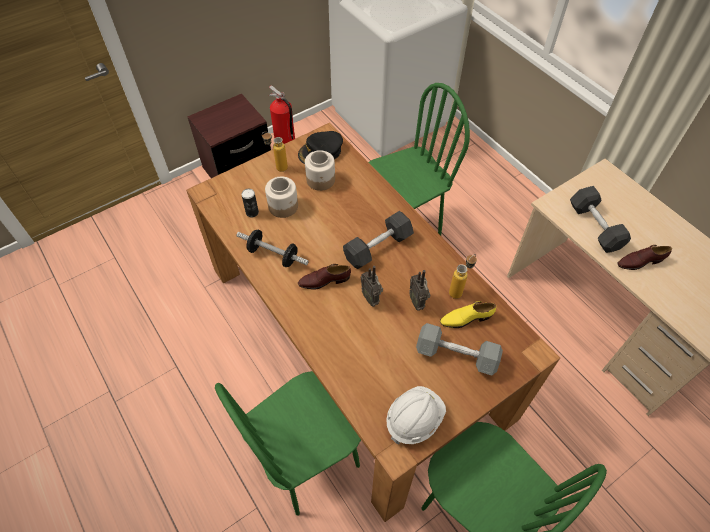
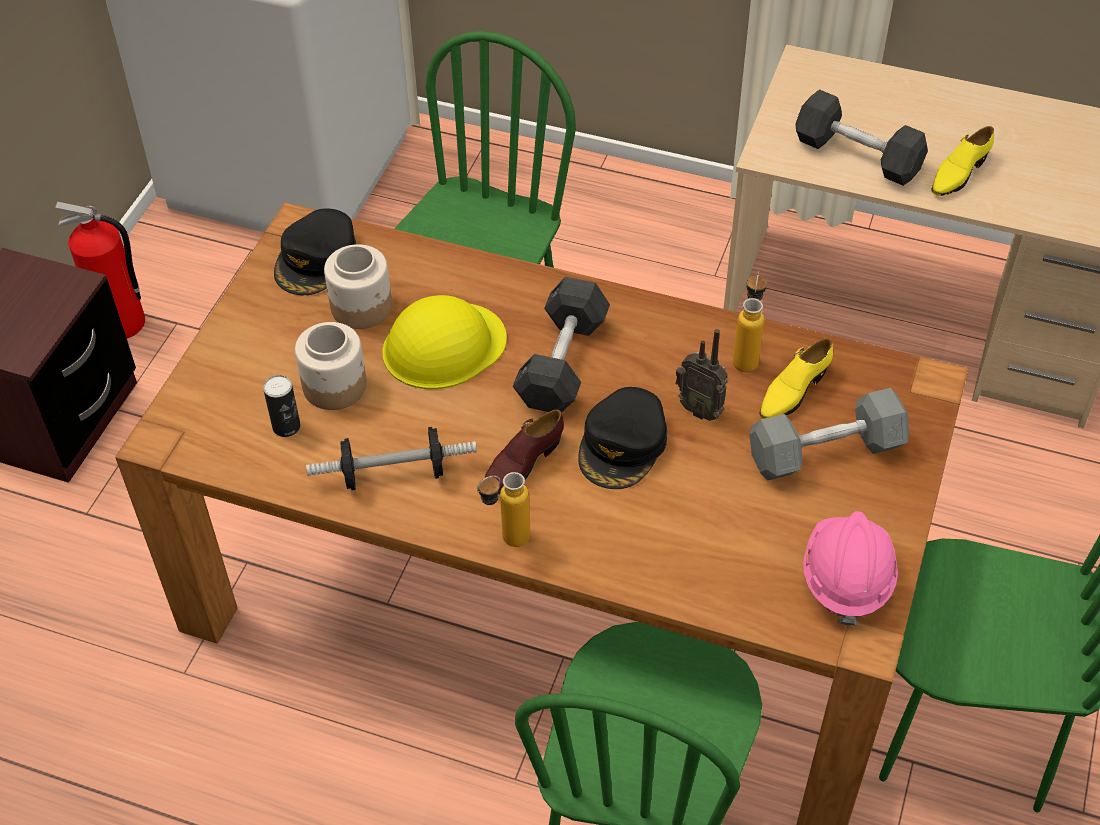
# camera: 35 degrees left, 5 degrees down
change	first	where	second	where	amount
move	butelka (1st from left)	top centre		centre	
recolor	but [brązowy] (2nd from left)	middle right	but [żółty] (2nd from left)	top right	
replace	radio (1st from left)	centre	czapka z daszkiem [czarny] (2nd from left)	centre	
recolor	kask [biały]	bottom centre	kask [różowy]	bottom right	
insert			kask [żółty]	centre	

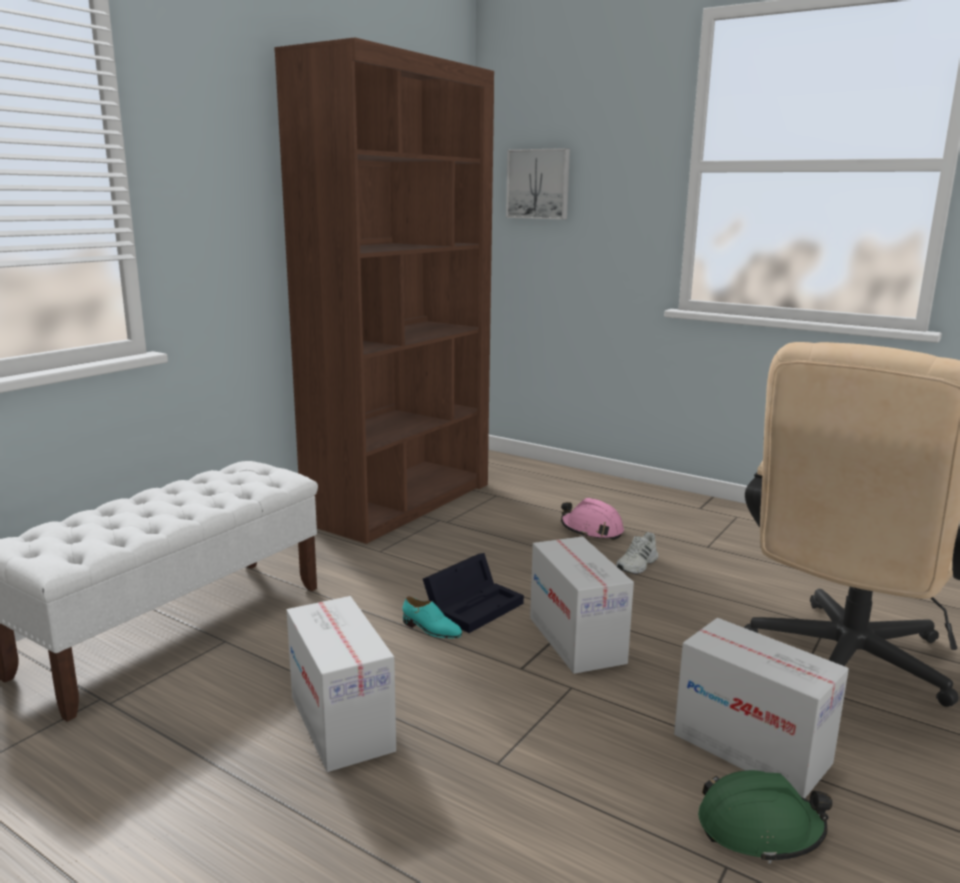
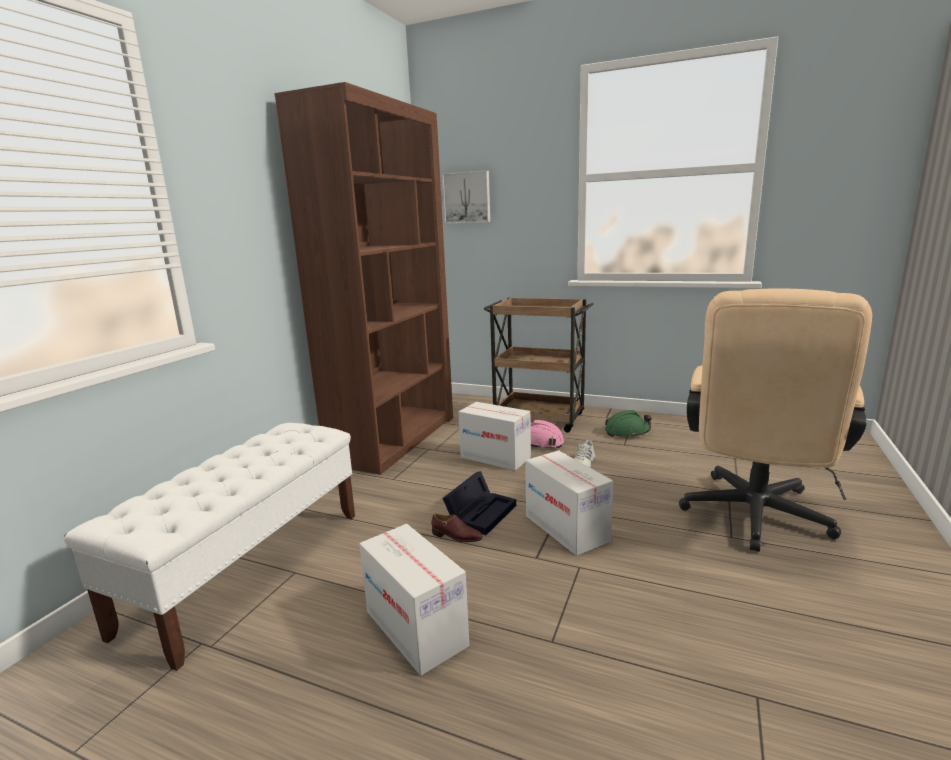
# camera: 10 degrees left, 0 degrees up
change	first	where	second	where	amount
recolor	but [turkusowy]	bottom centre	but [brązowy]	bottom centre	
move	karton (3rd from left in the first image)	bottom right	karton (2nd from left)	centre	
move	kask [zielony]	bottom right		centre	
insert			wózek [brązowy]	centre	

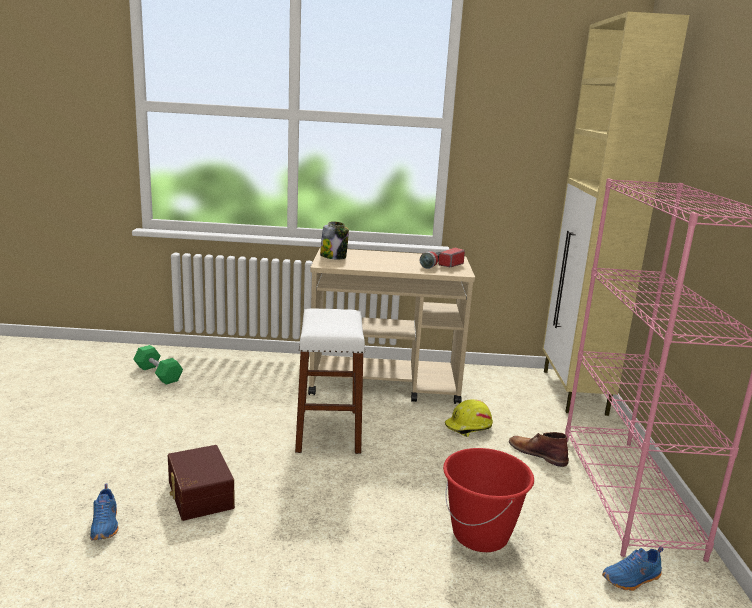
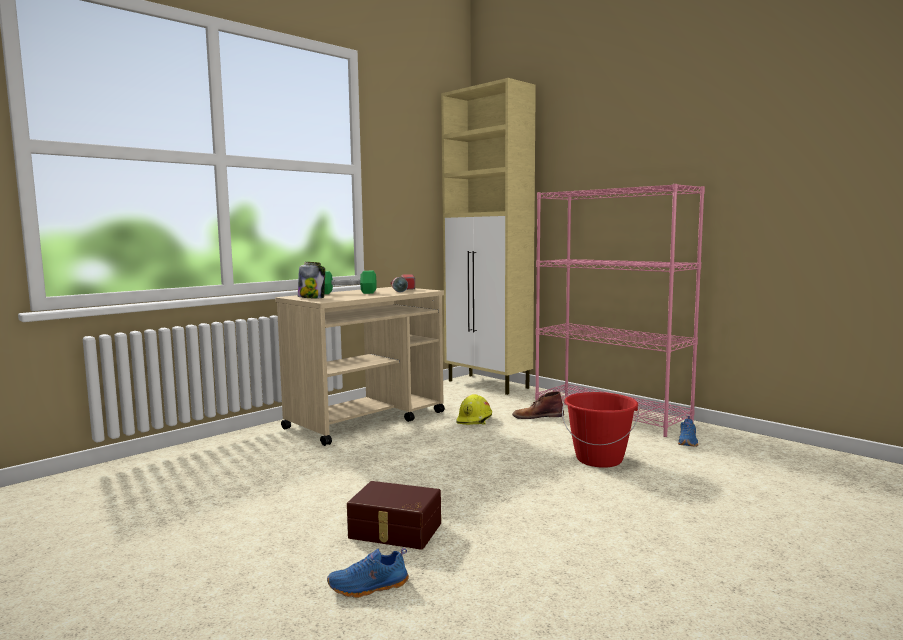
# camera: 45 degrees left, 10 degrees down
change	first	where	second	where	amount
delete	stołek [biały]	centre			
move	hantel [zielony]	middle left		centre	
rotate	but [niebieski] (1st from left)	bottom left		bottom centre	135 degrees clockwise

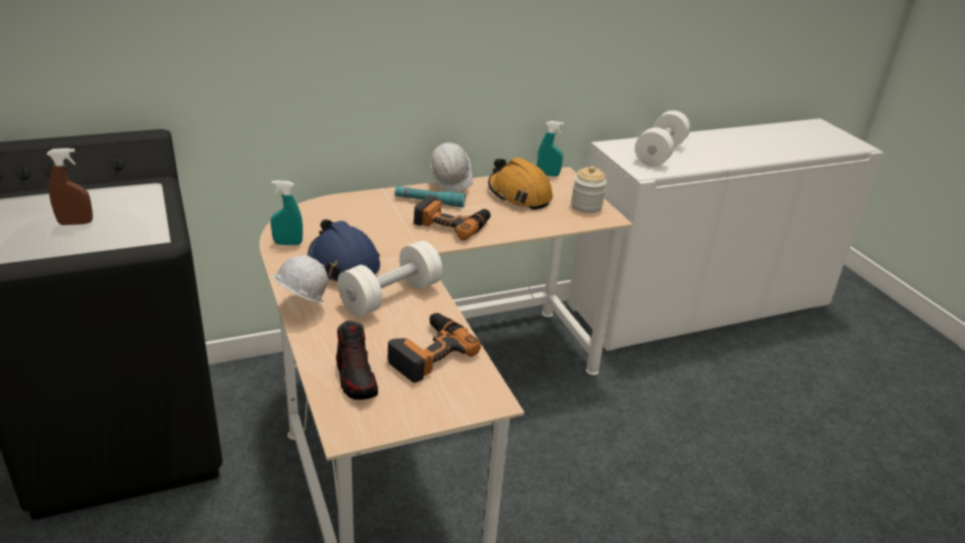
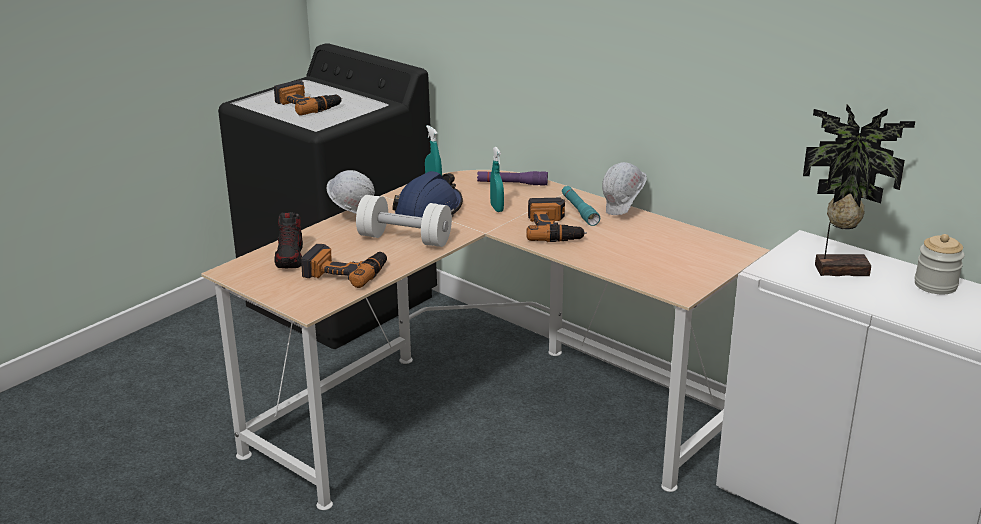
# camera: 65 degrees right, 5 degrees down
change	first	where	second	where	amount
replace	hantel [biały] (2nd from left)	top right	roślina doniczkowa	middle right	
move	spryskiwacz [turkusowy] (2nd from left)	top centre		centre	
replace	spryskiwacz [brązowy]	middle left	wiertarka (1st from left)	top left	
delete	kask [pomarańczowy]	centre			
move	słoik	centre		middle right	
rotate	but	centre		middle left	45 degrees counterclockwise
insert			latarka [fioletowy]	centre	

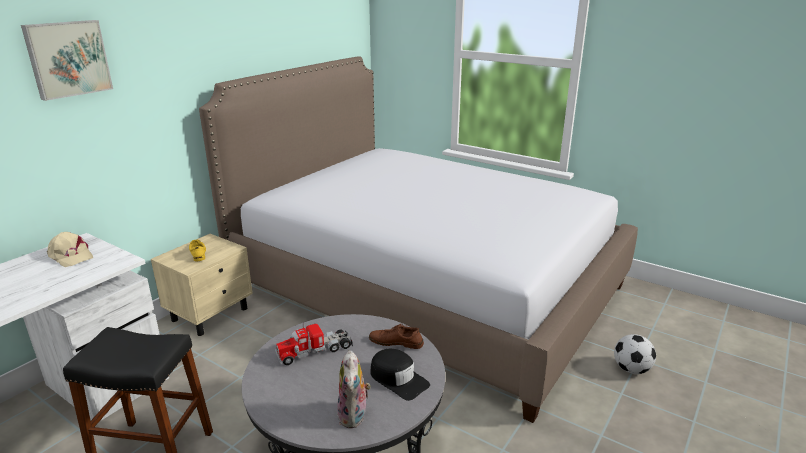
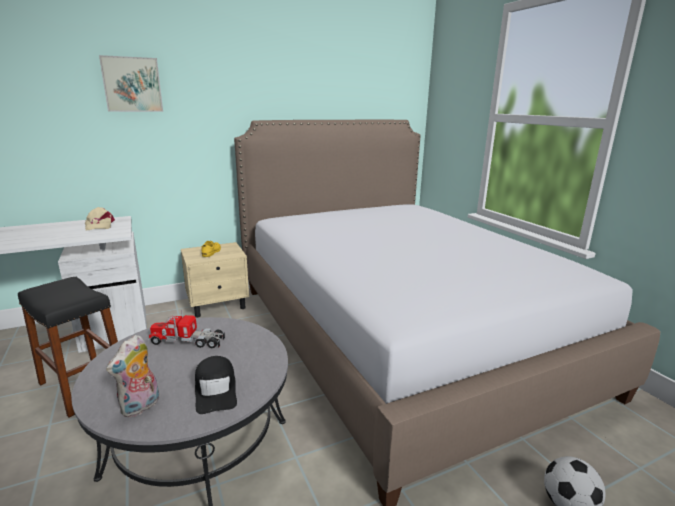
# camera: 30 degrees right, 5 degrees down
change	first	where	second	where	amount
delete	but [brązowy]	bottom centre			

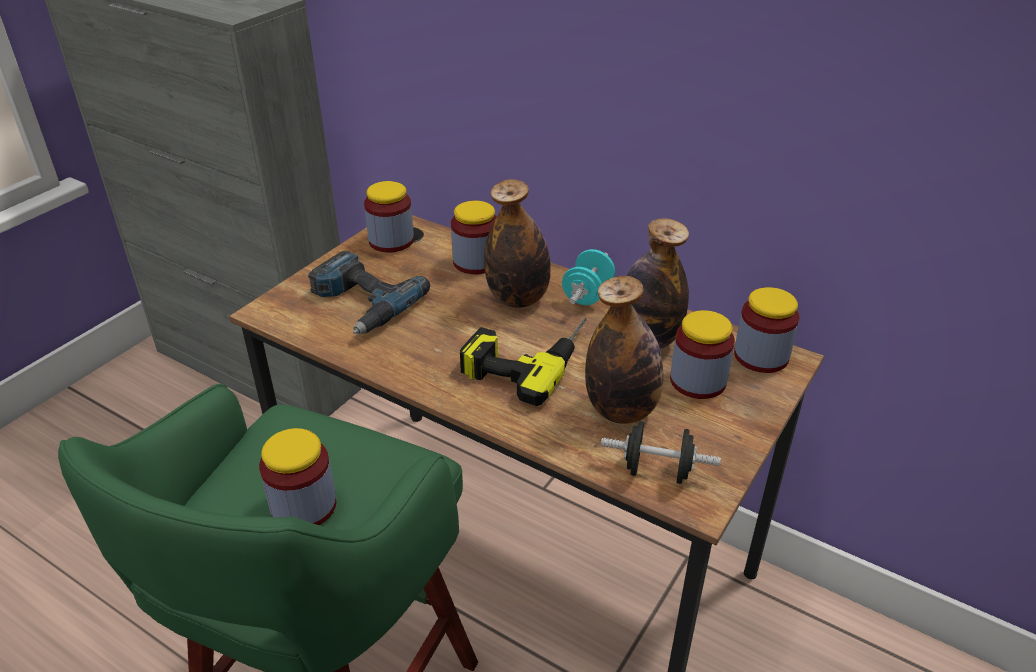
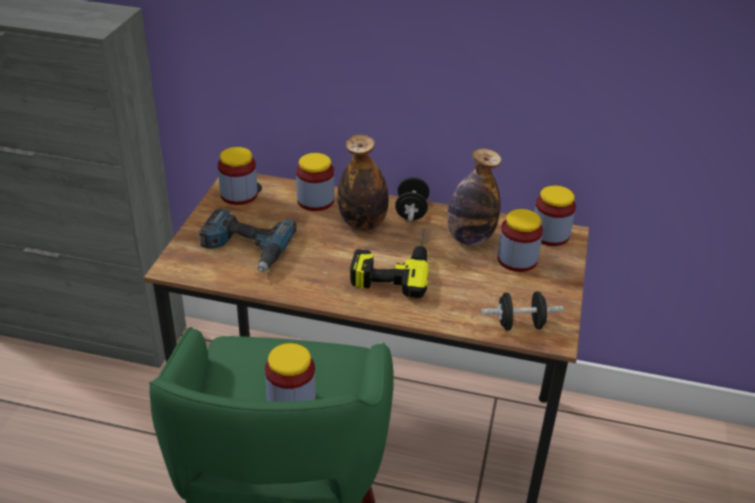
# camera: 20 degrees left, 0 degrees up
change	first	where	second	where	amount
recolor	hantel [turkusowy]	centre	hantel [czarny] (1st from left)	centre	
delete	butelka (2nd from left)	centre			

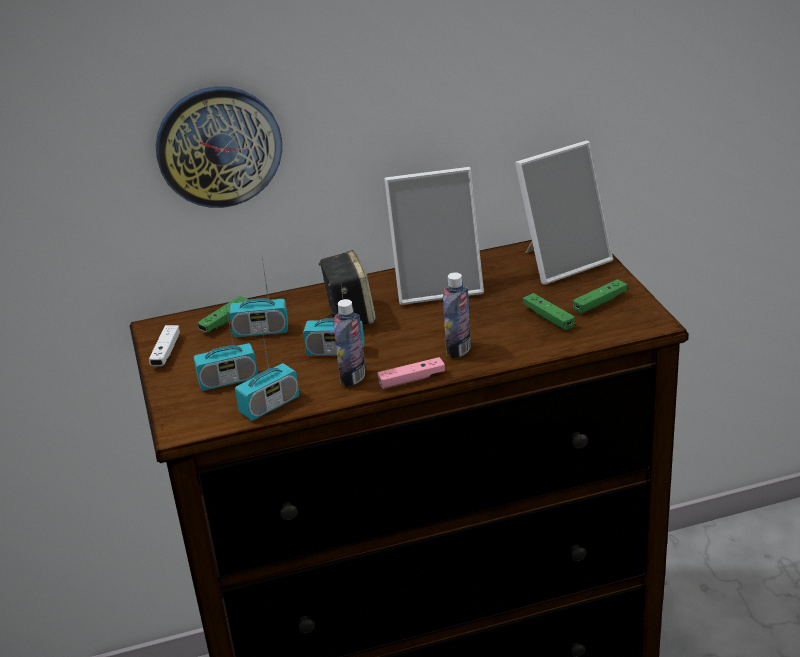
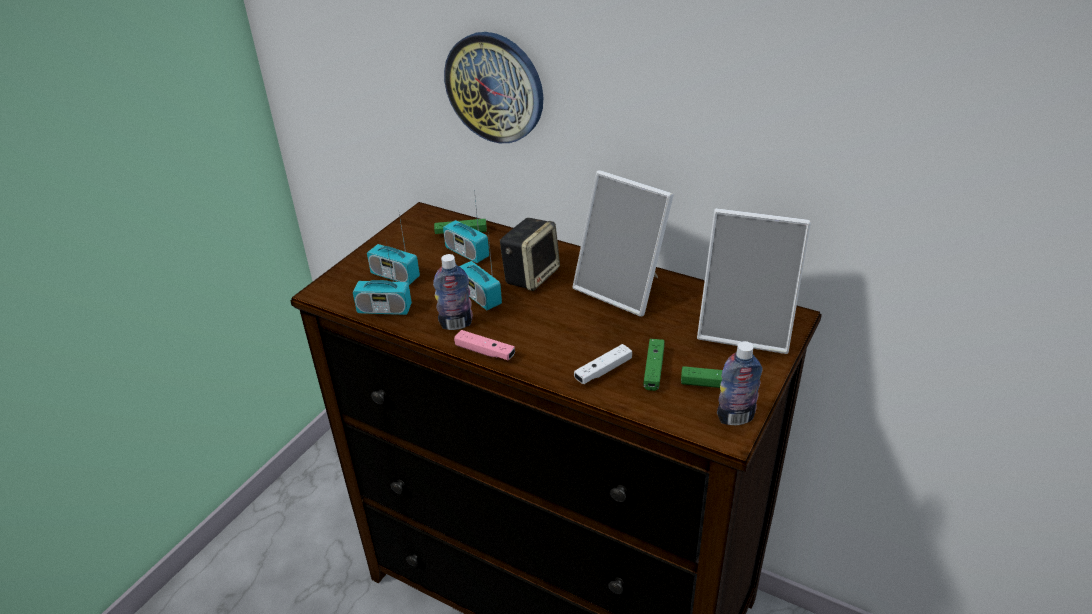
# camera: 45 degrees right, 5 degrees up
change	first	where	second	where	amount
move	butelka (2nd from left)	centre		middle right	
move	pad do gier [biały]	middle left		centre	

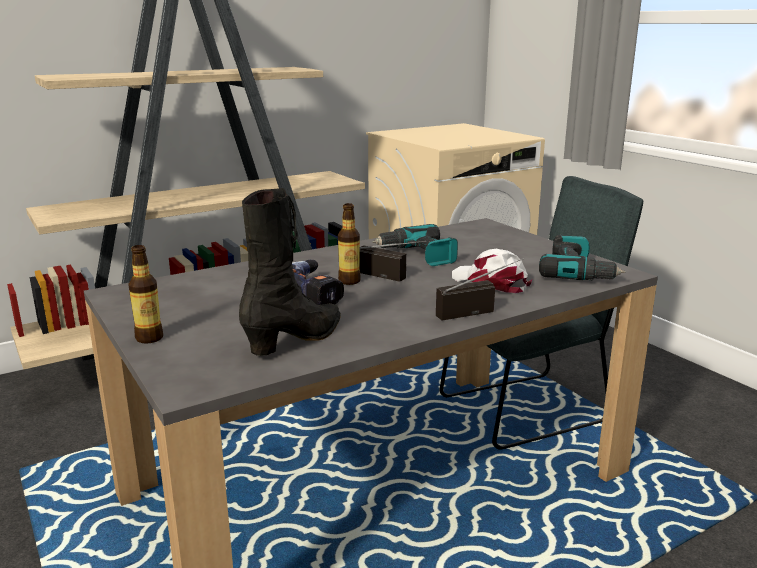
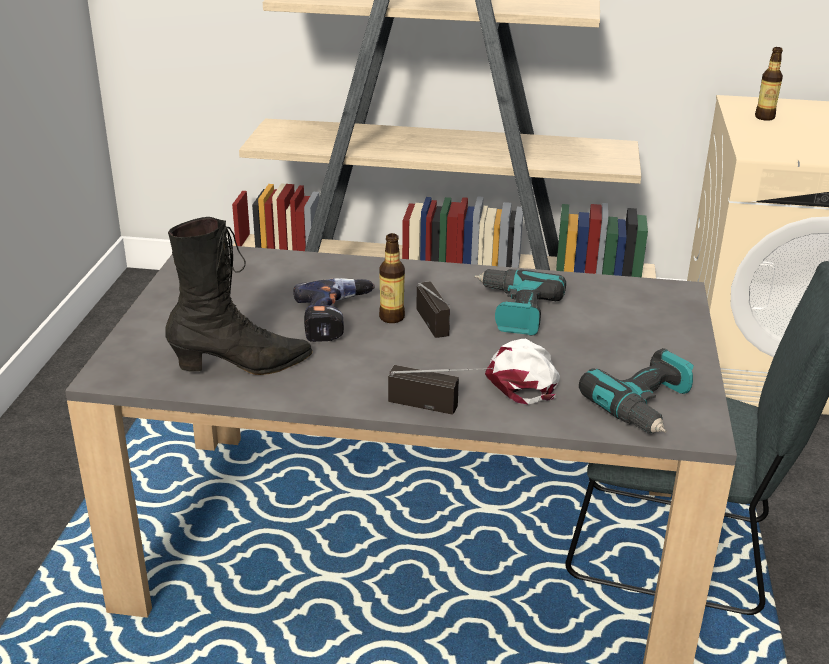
# camera: 40 degrees right, 10 degrees up
change	first	where	second	where	amount
move	butelka (1st from left in the first image)	middle left	butelka (2nd from left)	top right	

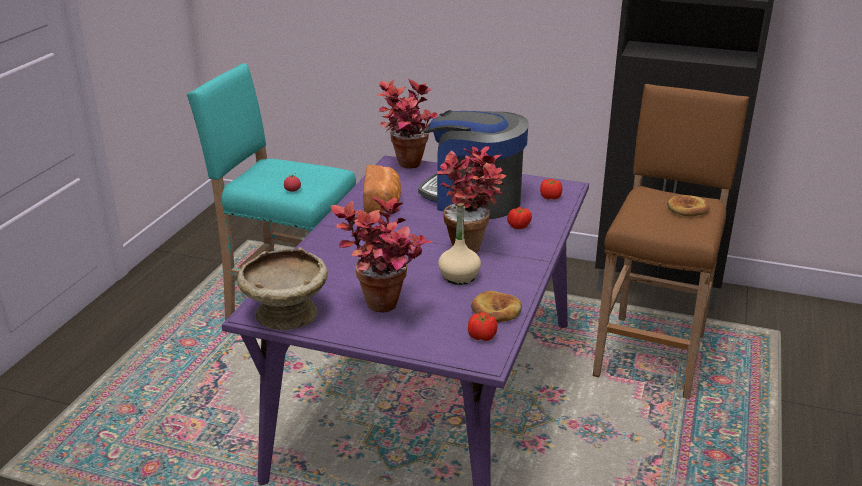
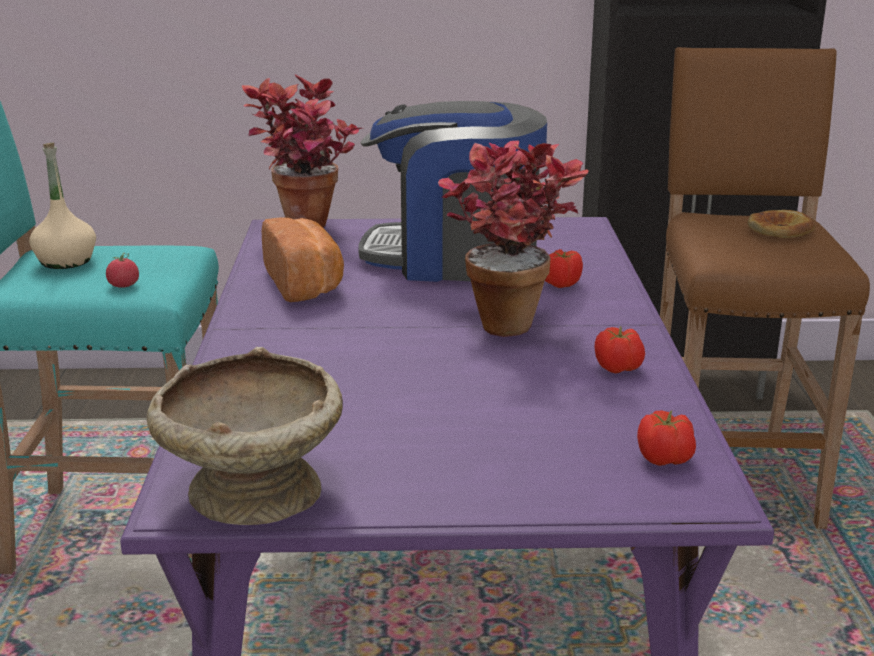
# camera: 20 degrees left, 5 degrees down
change	first	where	second	where	amount
move	pomidor (4th from left in the first image)	centre	pomidor (3rd from left)	middle right	
delete	roślina doniczkowa (1st from left)	centre			
move	butelka [beżowy]	centre		top left	
delete	chleb (2nd from left)	centre			

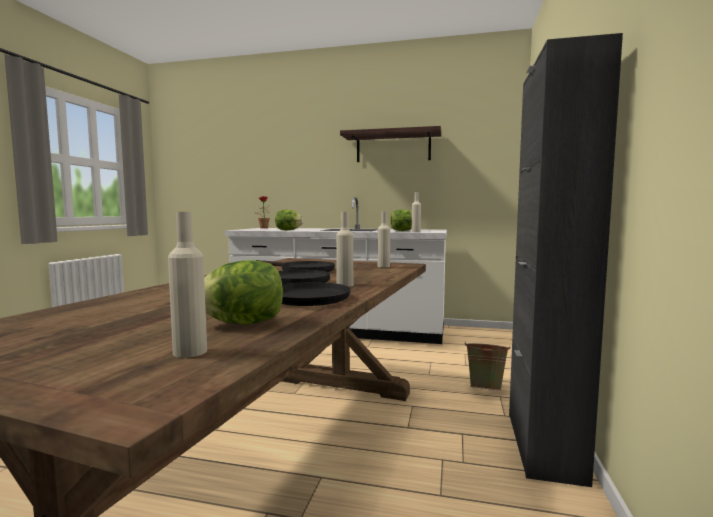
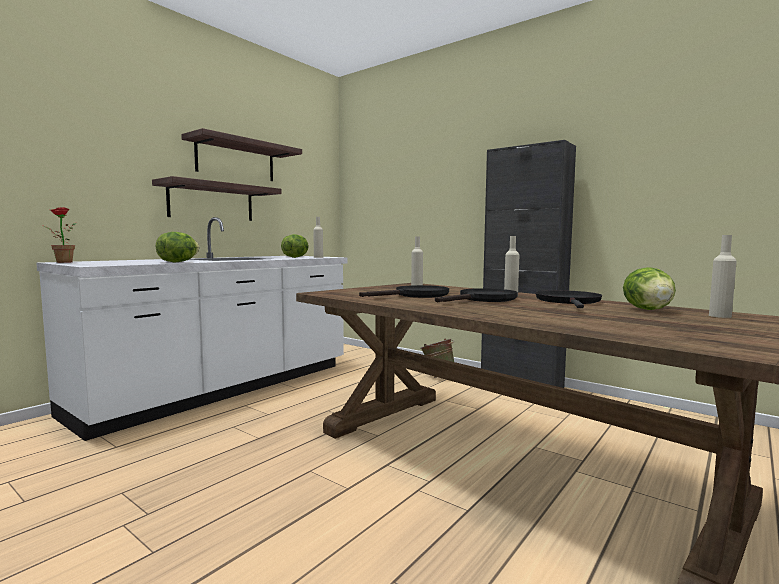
# camera: 65 degrees left, 0 degrees up
change	first	where	second	where	amount
insert			półka (1st from left)	middle left	

